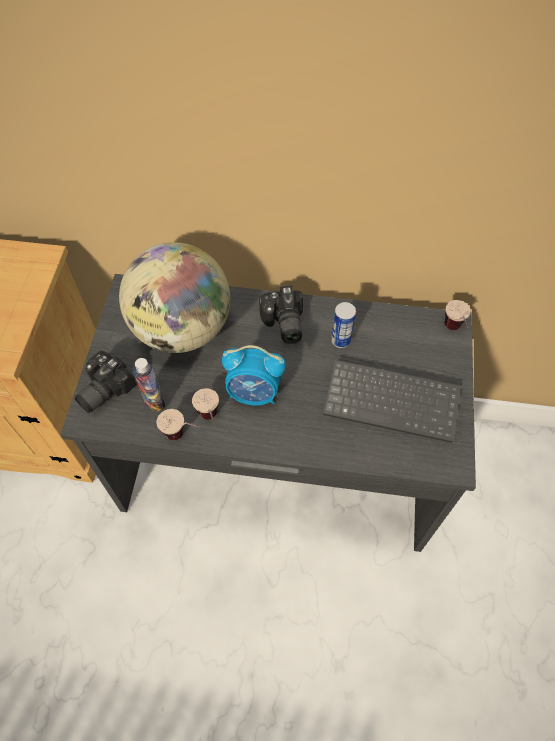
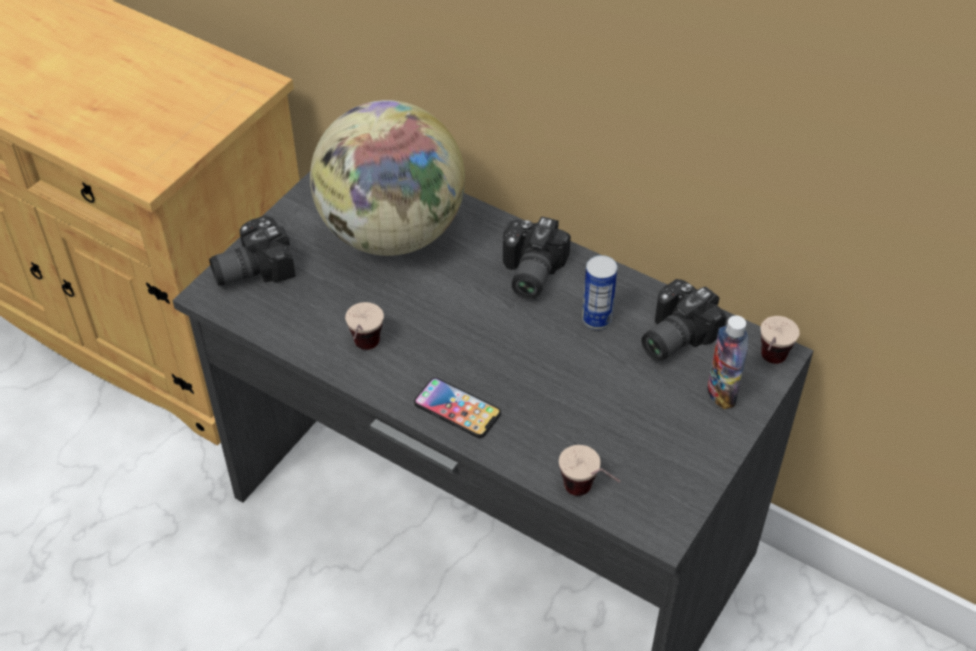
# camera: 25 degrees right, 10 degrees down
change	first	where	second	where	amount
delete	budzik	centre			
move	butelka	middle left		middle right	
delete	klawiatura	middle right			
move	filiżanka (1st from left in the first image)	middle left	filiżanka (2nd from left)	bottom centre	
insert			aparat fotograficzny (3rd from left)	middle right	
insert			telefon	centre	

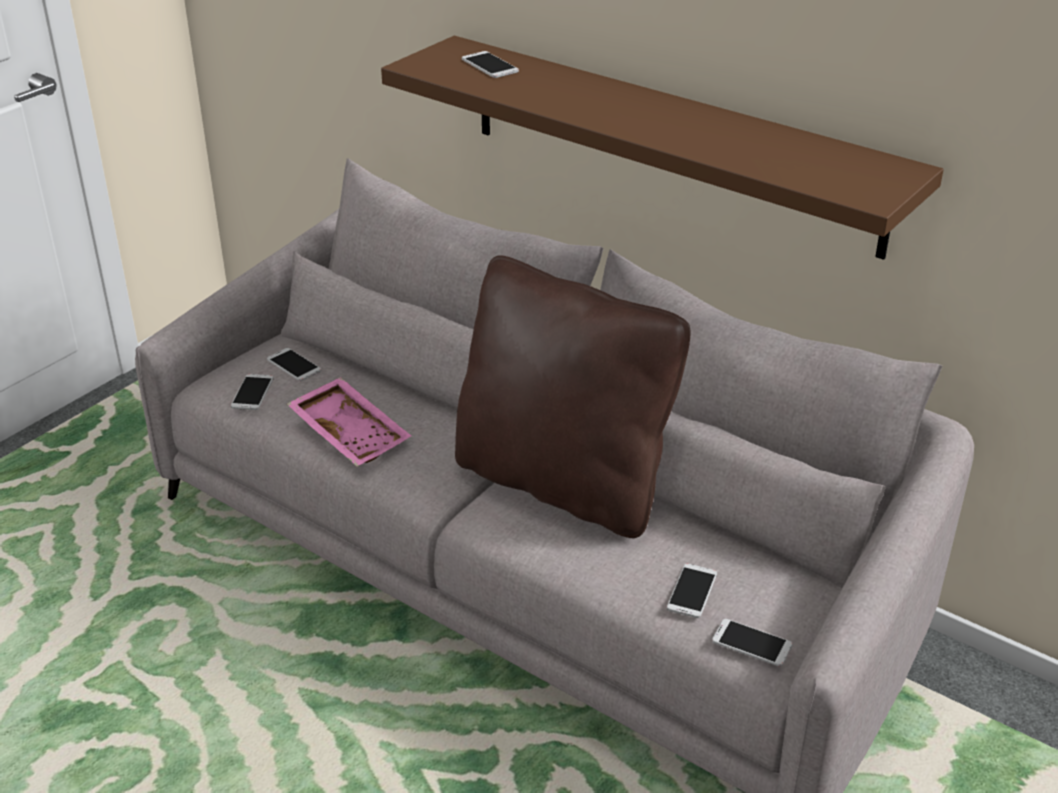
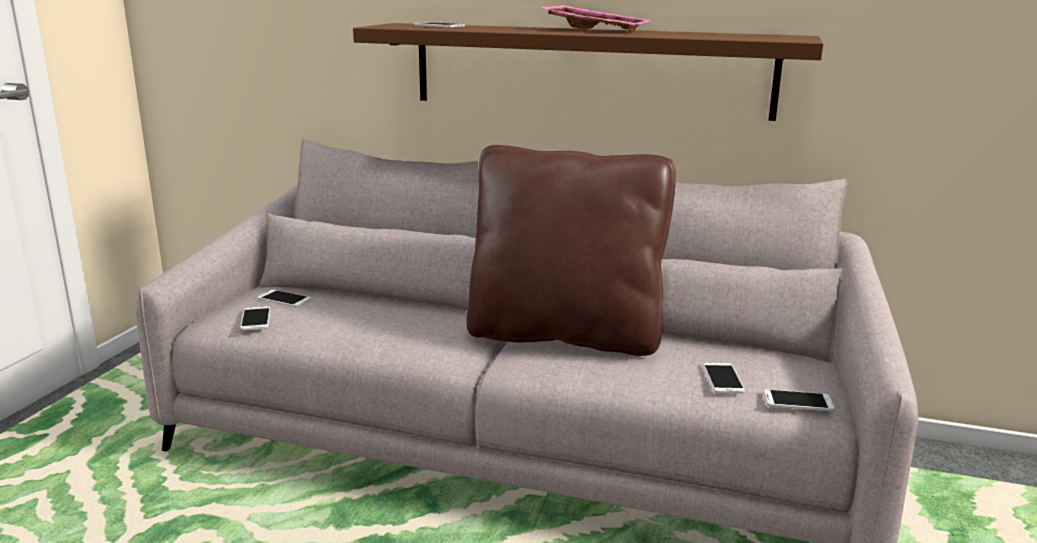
# camera: 20 degrees left, 15 degrees down
change	first	where	second	where	amount
move	taca [różowy]	middle left		top centre	

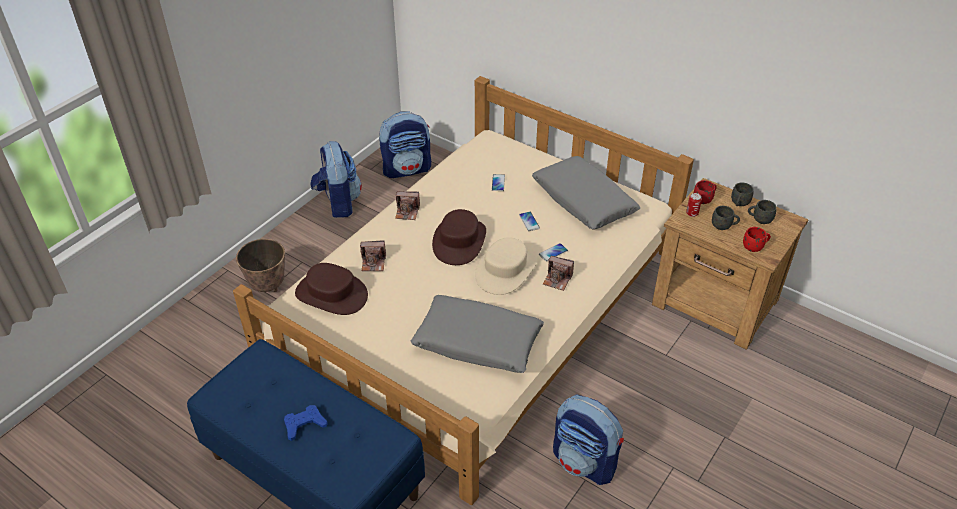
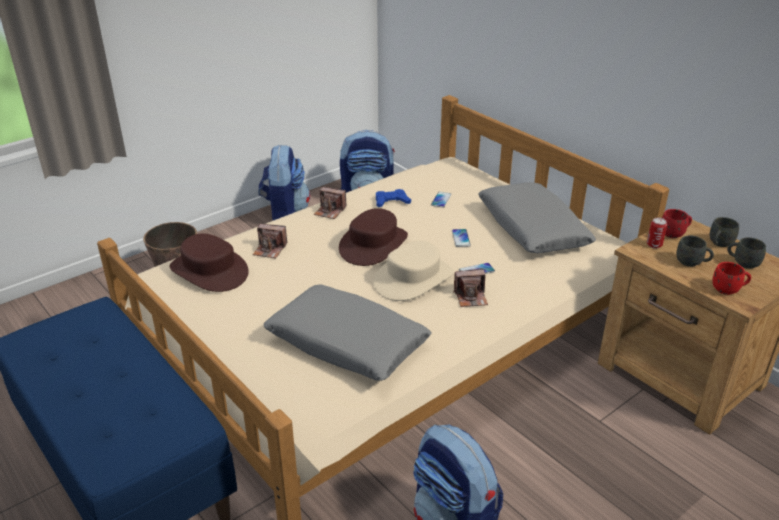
# camera: 15 degrees right, 10 degrees down
change	first	where	second	where	amount
rotate	aparat fotograficzny (3rd from left)	centre		centre	45 degrees counterclockwise
move	pad do gier [niebieski]	bottom left		centre	

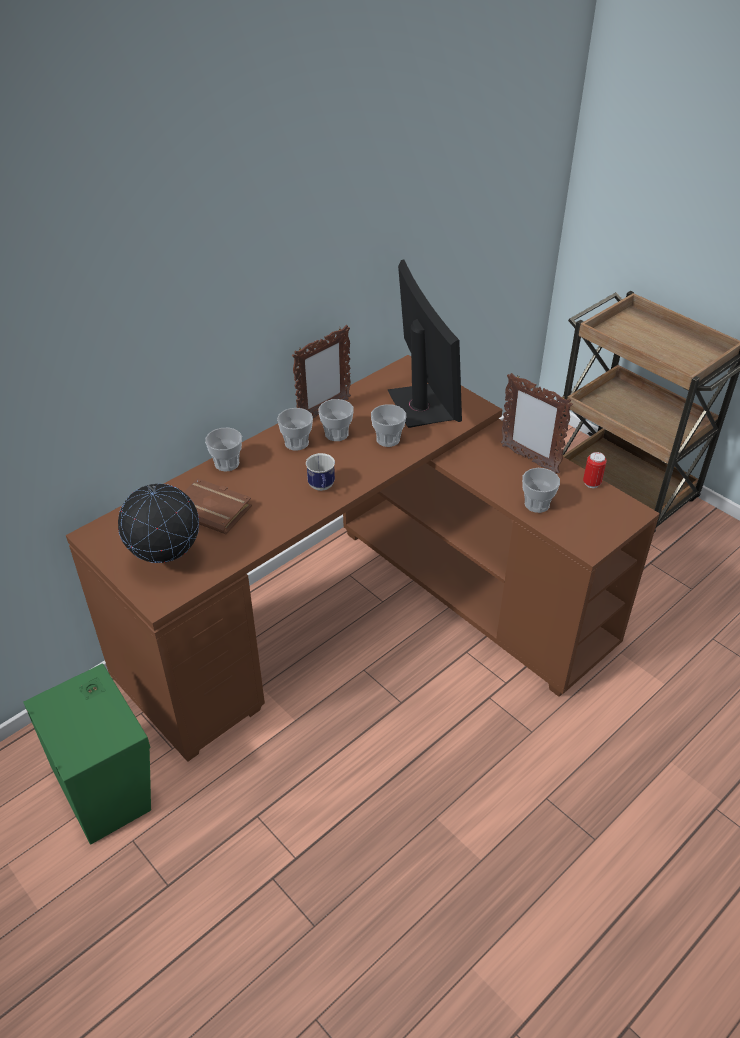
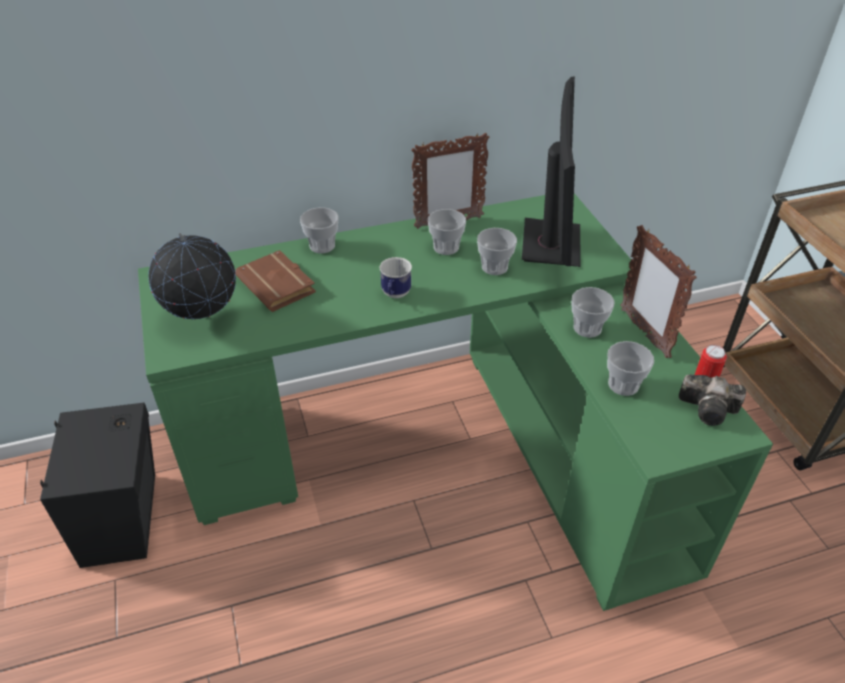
# camera: 25 degrees right, 0 degrees up
change	first	where	second	where	amount
recolor	biurko [brązowy]	centre	biurko [zielony]	centre	
move	filiżanka (2nd from left in the first image)	centre	filiżanka (4th from left)	middle right	
recolor	głośnik [zielony]	bottom left	głośnik [czarny]	bottom left	
insert			aparat fotograficzny	middle right	

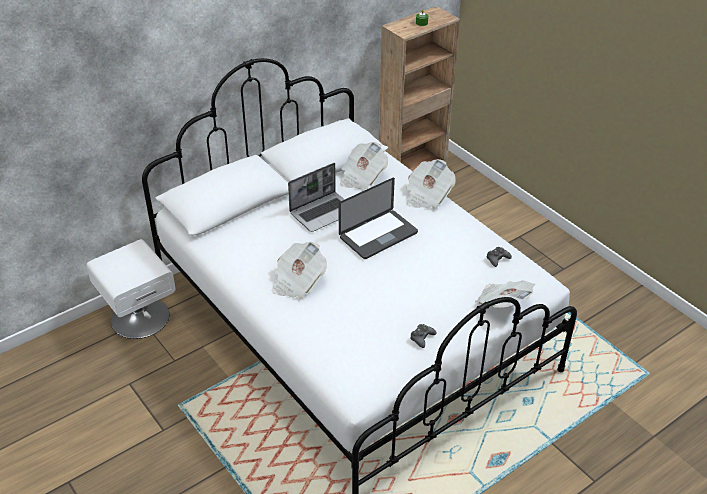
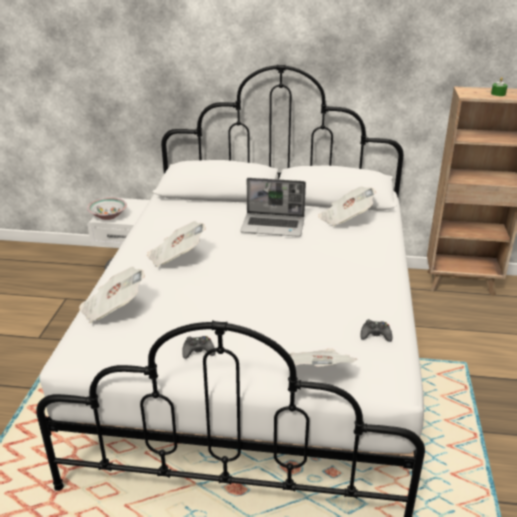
# camera: 45 degrees right, 10 degrees down
change	first	where	second	where	amount
move	gazeta (3rd from left in the first image)	centre	gazeta (1st from left)	middle left	
delete	laptop (2nd from left)	centre			
insert			miska	middle left	

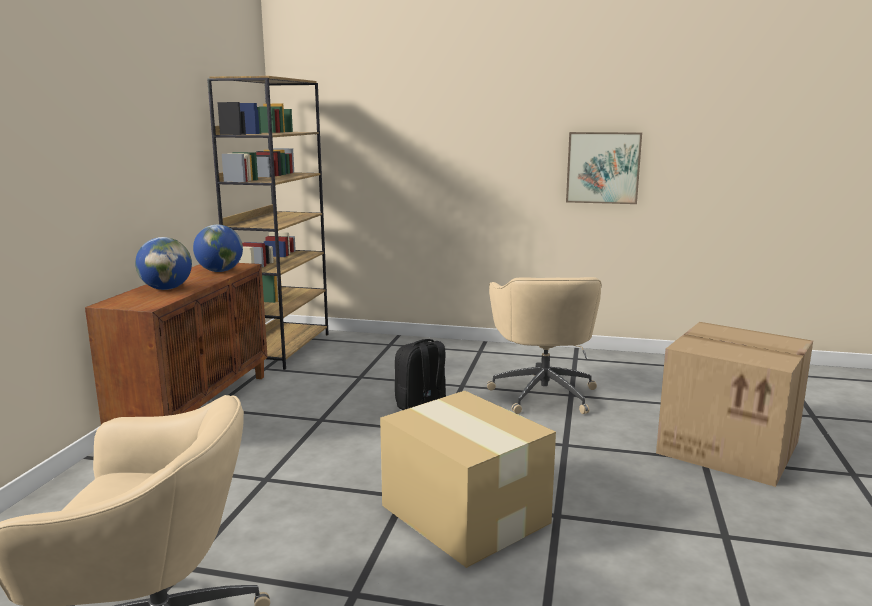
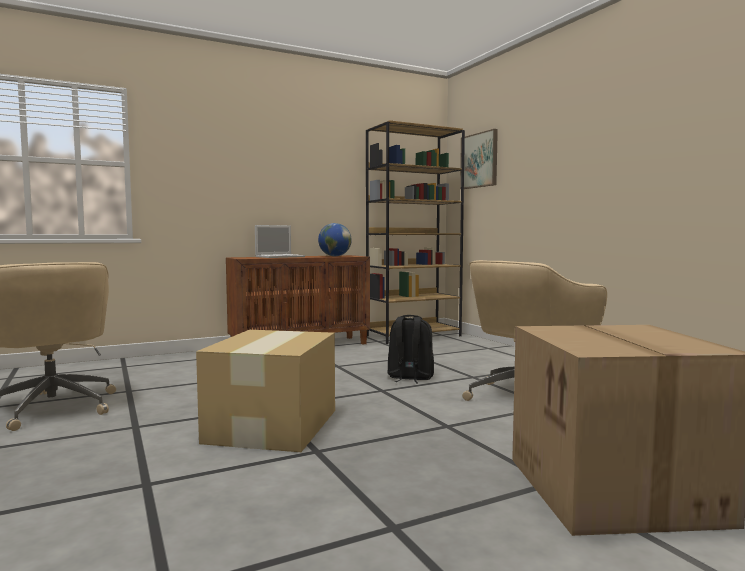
# camera: 50 degrees right, 10 degrees down
change	first	where	second	where	amount
move	obraz	top right		top centre	
replace	globus (1st from left)	middle left	laptop	centre	

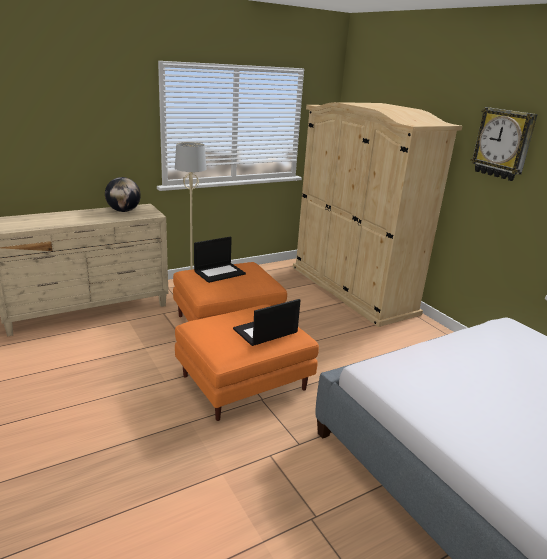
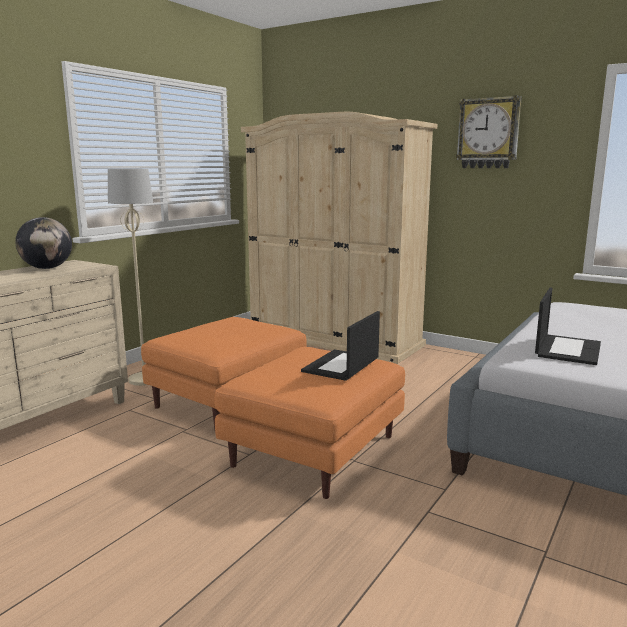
# camera: 25 degrees left, 10 degrees down
change	first	where	second	where	amount
move	laptop (1st from left in the first image)	centre	laptop (2nd from left)	middle right	

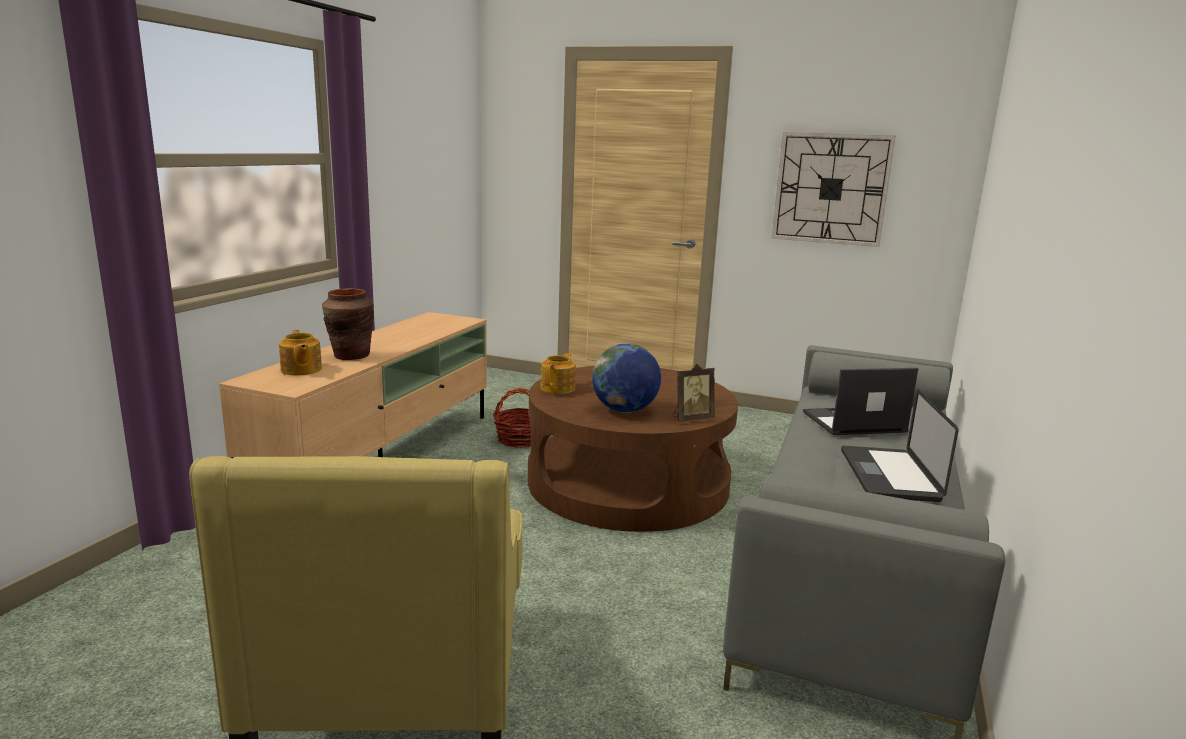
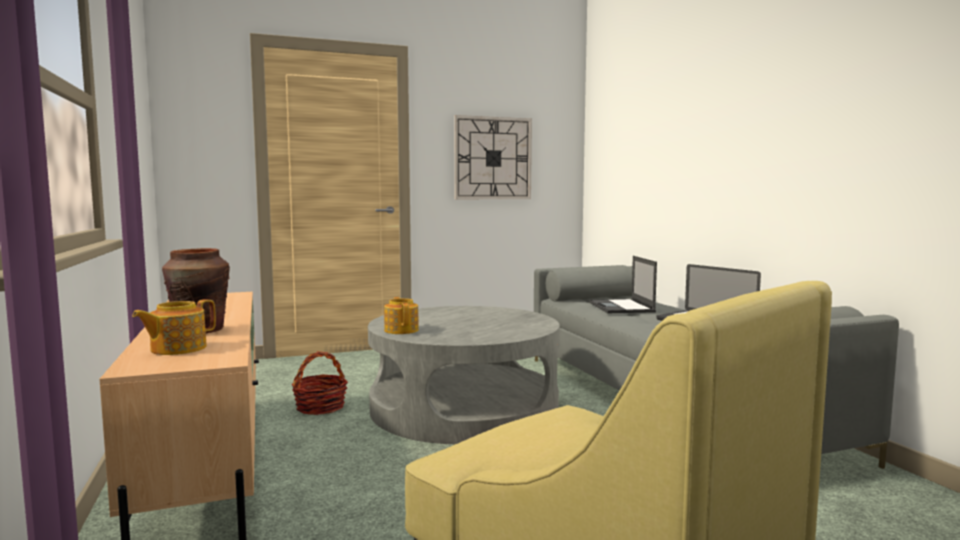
# camera: 40 degrees left, 10 degrees down
change	first	where	second	where	amount
rotate	imbryk (1st from left)	middle left		middle left	105 degrees clockwise
delete	globus	centre			
delete	ramka na zdjęcie	centre			
recolor	ława [brązowy]	centre	ława [szary]	bottom centre	
rotate	laptop (1st from left)	middle right		centre	45 degrees counterclockwise

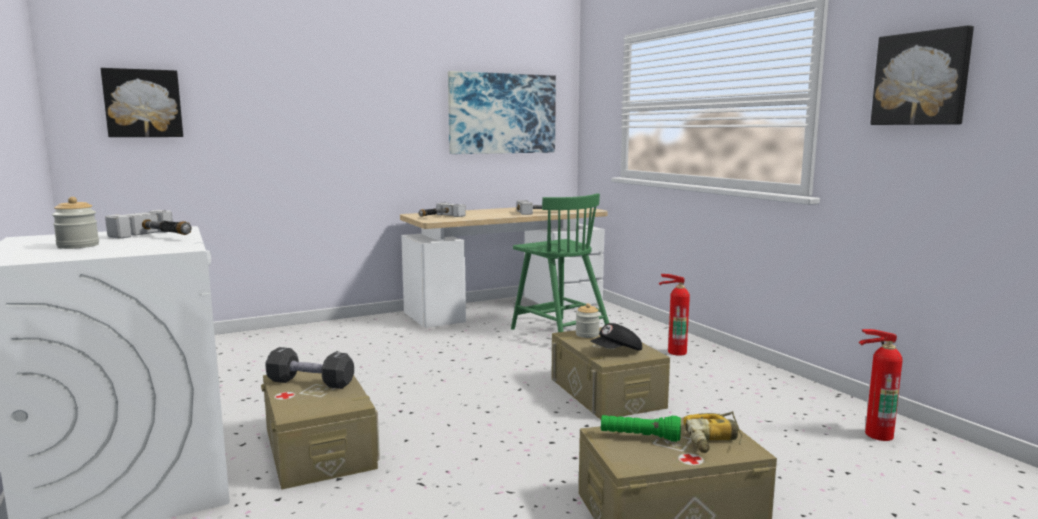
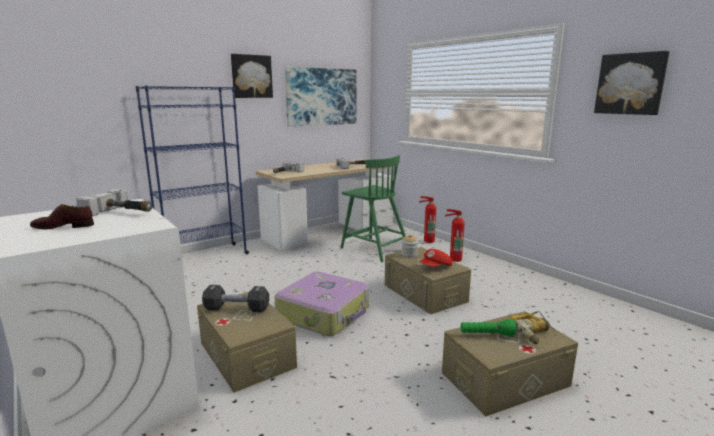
# camera: 10 degrees left, 5 degrees up
change	first	where	second	where	amount
move	obraz (1st from left)	top left		top centre	
replace	słoik (1st from left)	middle left	but [brązowy]	middle left	
recolor	czapka z daszkiem [czarny]	centre	czapka z daszkiem [czerwony]	centre	
move	gaśnica (2nd from left in the first image)	bottom right	gaśnica (1st from left)	centre	
insert			regał [niebieski]	middle left	
insert			walizka	bottom centre	

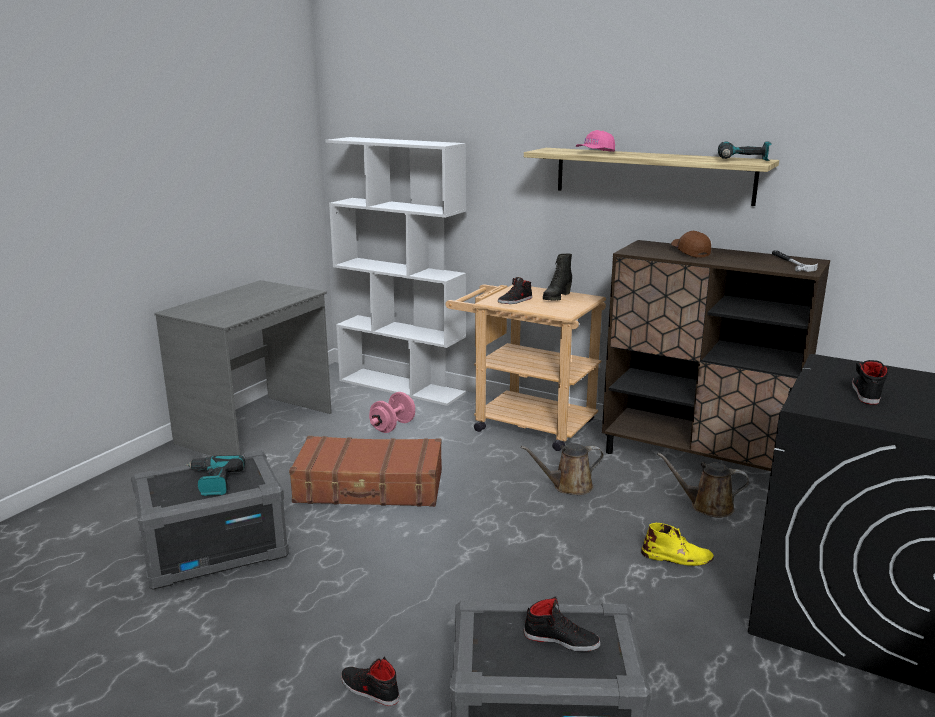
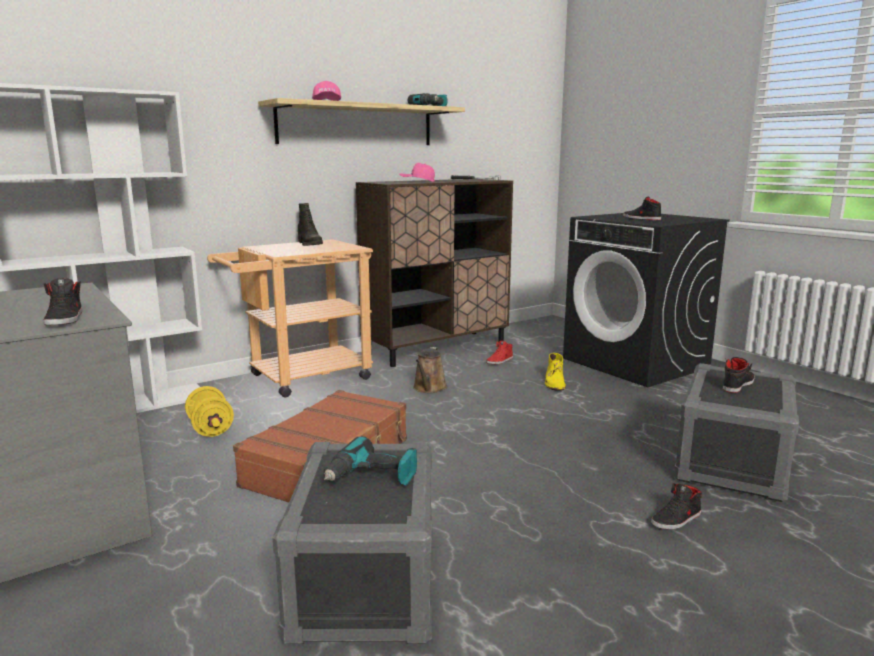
# camera: 65 degrees left, 5 degrees down
change	first	where	second	where	amount
recolor	czapka z daszkiem [brązowy]	middle right	czapka z daszkiem [różowy] (2nd from left)	top centre	
move	but [czarny] (2nd from left in the first image)	centre	but [czarny] (1st from left)	middle left	
recolor	hantel [różowy]	centre	hantel [żółty]	middle left	
replace	konewka [brązowy] (2nd from left)	bottom right	but [czerwony]	centre	
rotate	but z cholewką [żółty]	bottom right		centre	150 degrees clockwise

